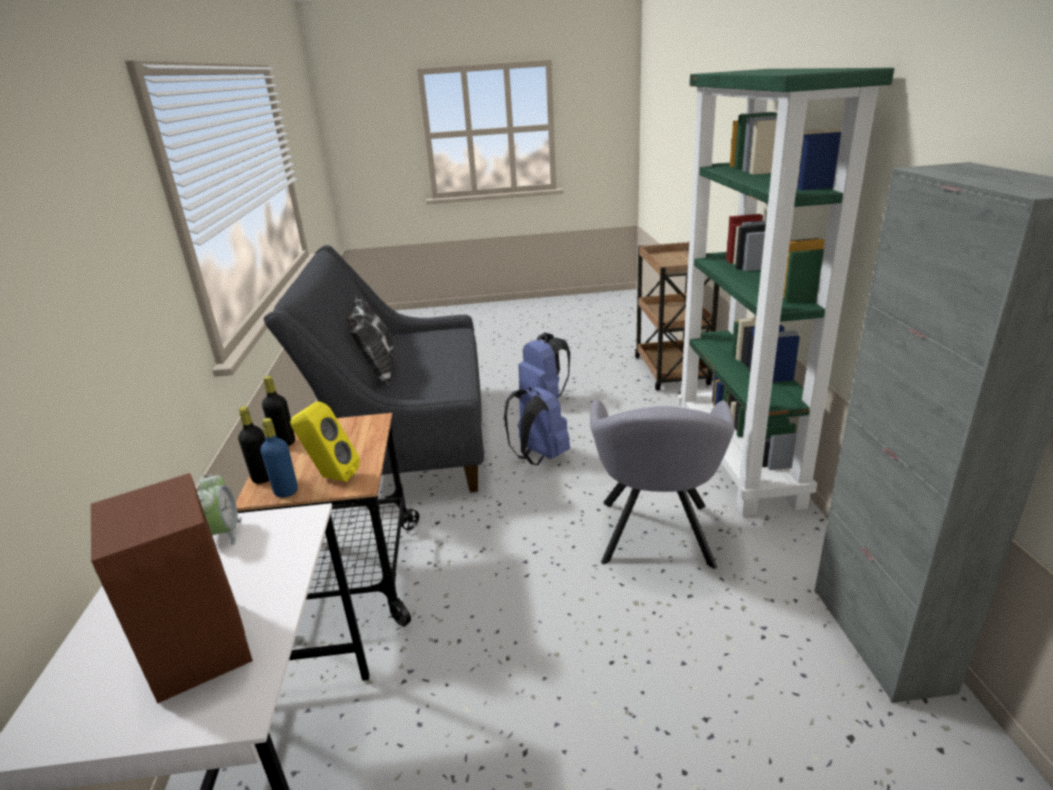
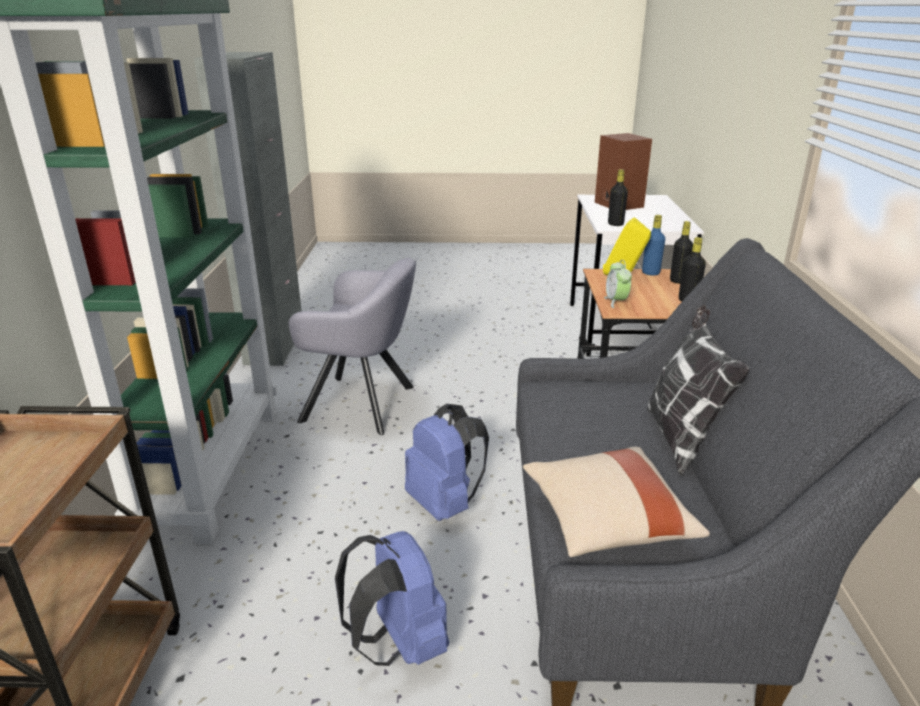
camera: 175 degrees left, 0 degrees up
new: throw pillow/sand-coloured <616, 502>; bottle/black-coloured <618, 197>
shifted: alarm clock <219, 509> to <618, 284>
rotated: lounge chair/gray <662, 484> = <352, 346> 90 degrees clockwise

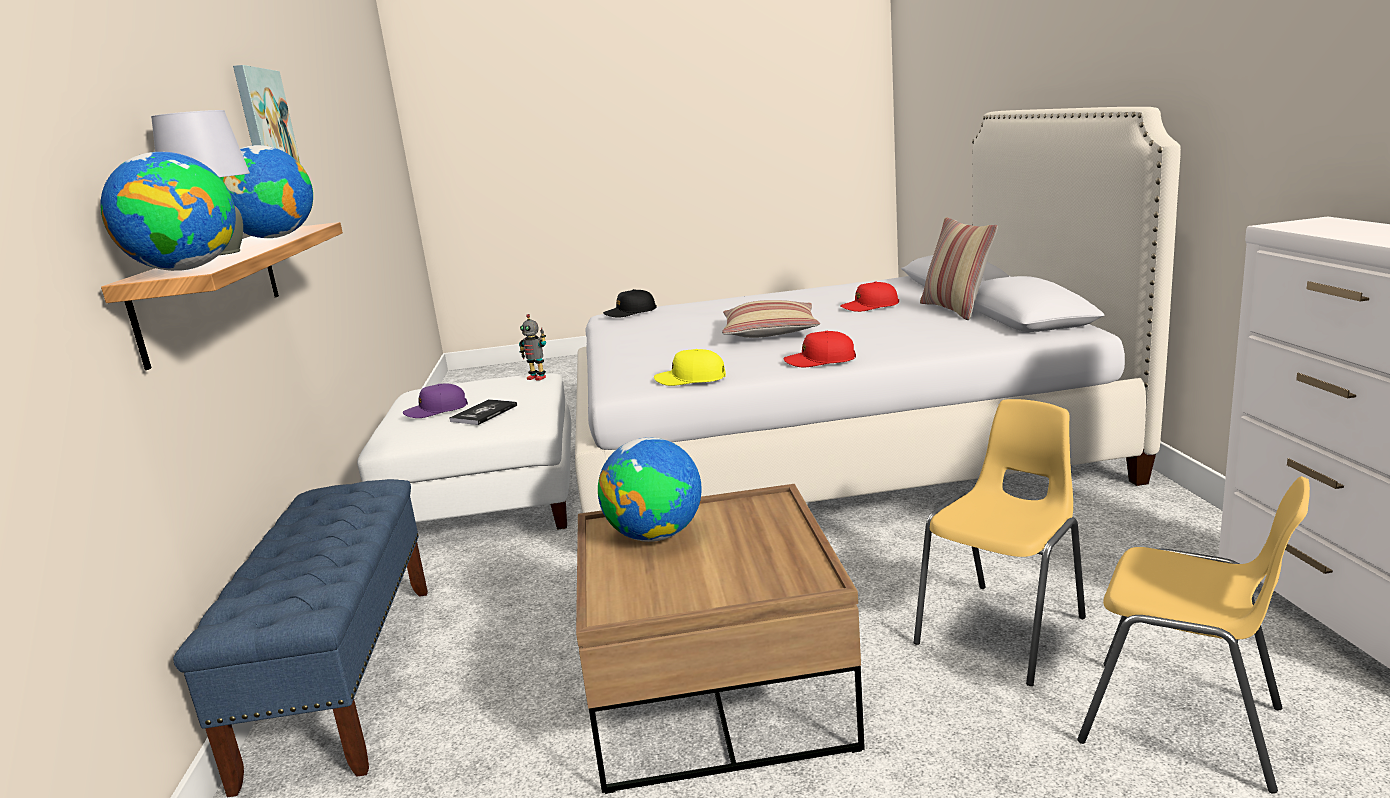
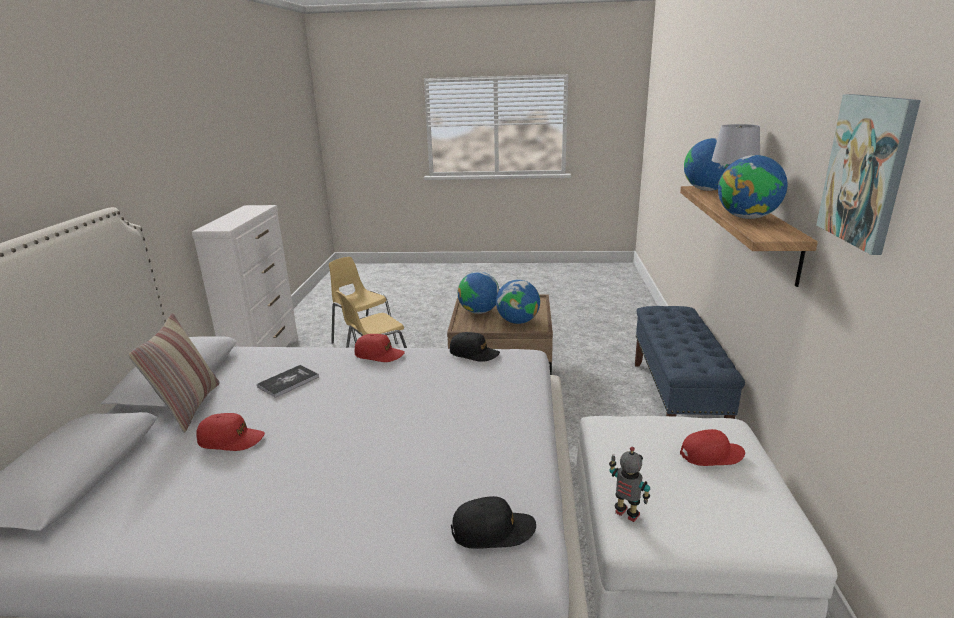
camera: 170 degrees left, 5 degrees up
gone: throw pillow <771, 319>
new: world globe <478, 293>
shifted: bound book <483, 412> to <288, 381>
repainted: peaked cap/yellow-coloured <690, 367> to peaked cap/black-coloured <475, 347>; peaked cap/purple <435, 400> to peaked cap/reddish <712, 447>

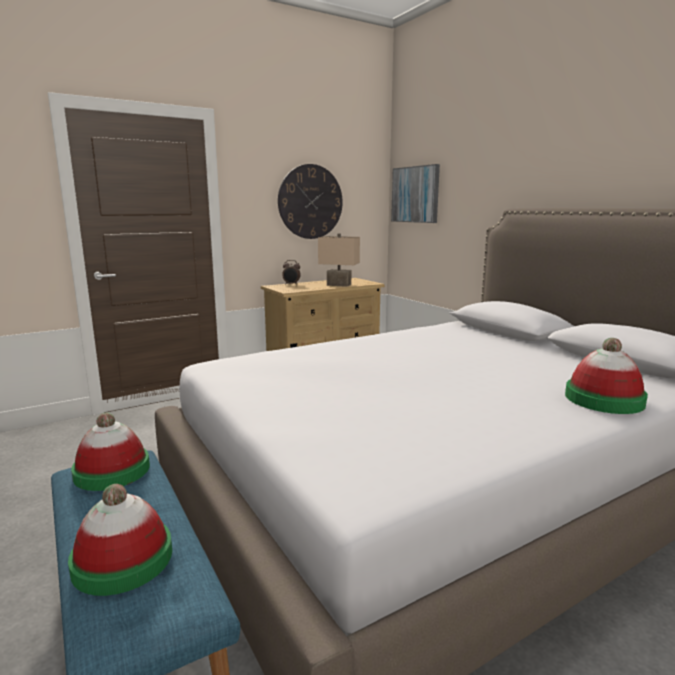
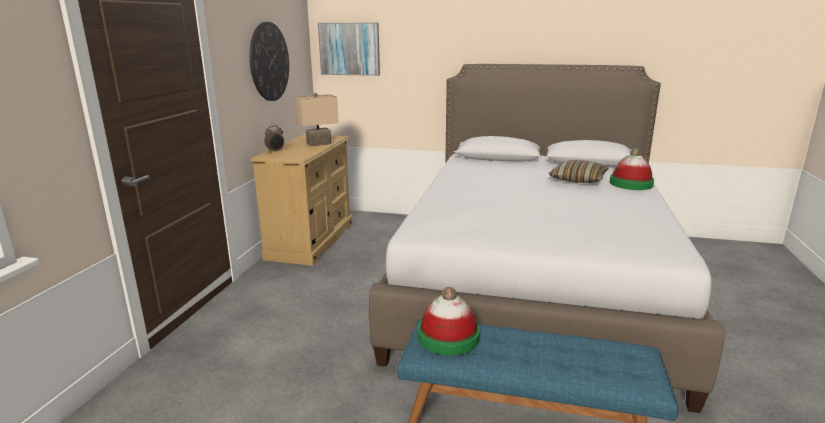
camera: 45 degrees left, 5 degrees up
gone: wearable hat <120, 540>
new: throw pillow <578, 171>

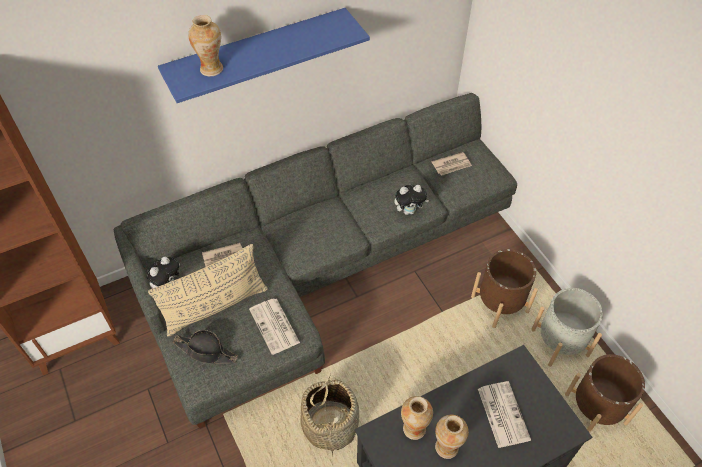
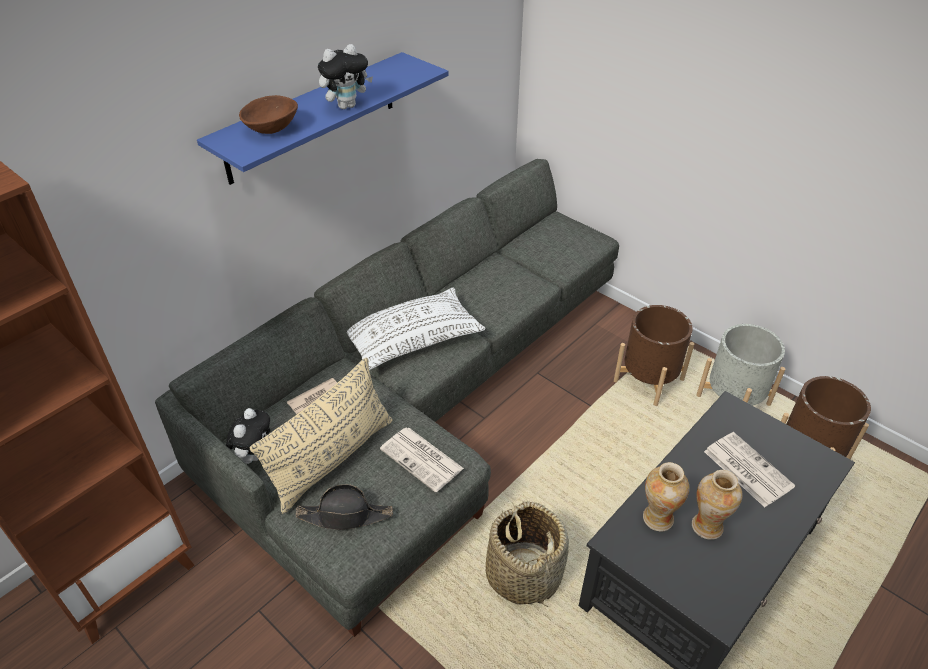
camera: 20 degrees left, 10 degrees down
gone: printed paper <452, 164>
new: throw pillow/whitish <416, 328>
shifted: cuddly toy <411, 200> to <345, 76>
swapped: vase <205, 45> to serving bowl/brown <268, 114>

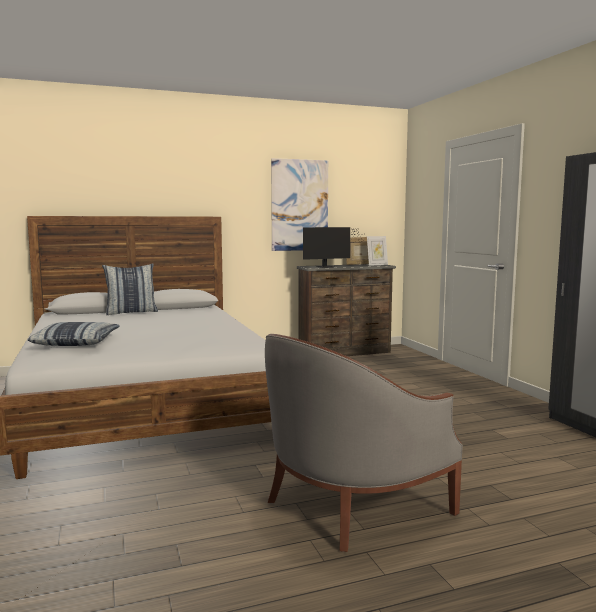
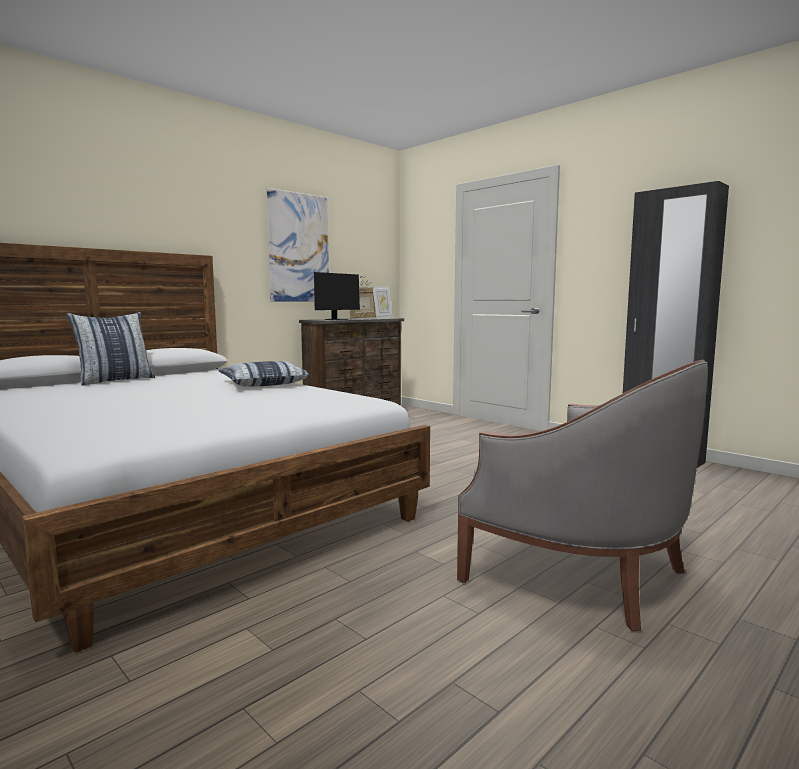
camera: 25 degrees left, 0 degrees up
shifted: throw pillow <74, 334> to <264, 374>
rotated: lounge chair/gray <364, 443> = <582, 496> 75 degrees counterclockwise

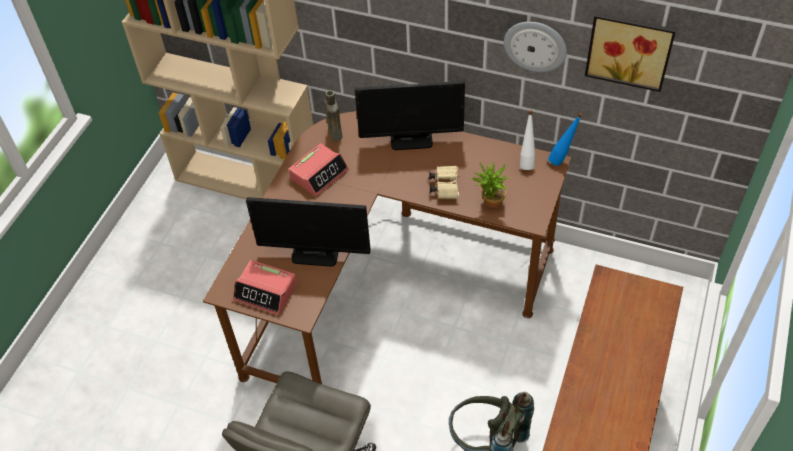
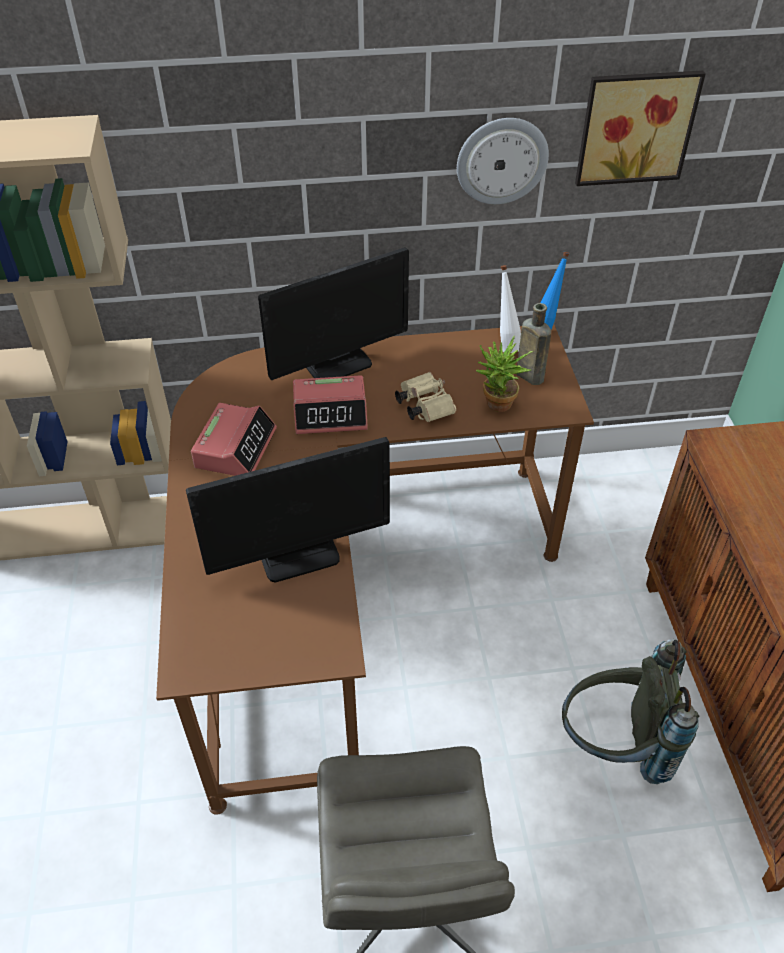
camera: 30 degrees left, 5 degrees down
shifted: alarm clock <265, 287> to <330, 404>; bottle/brown <333, 115> to <534, 344>

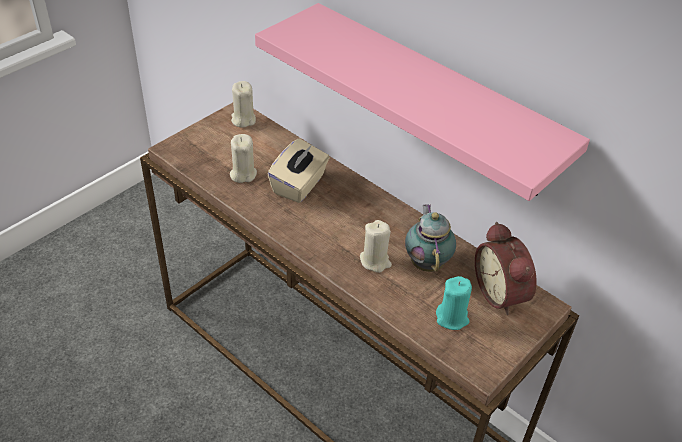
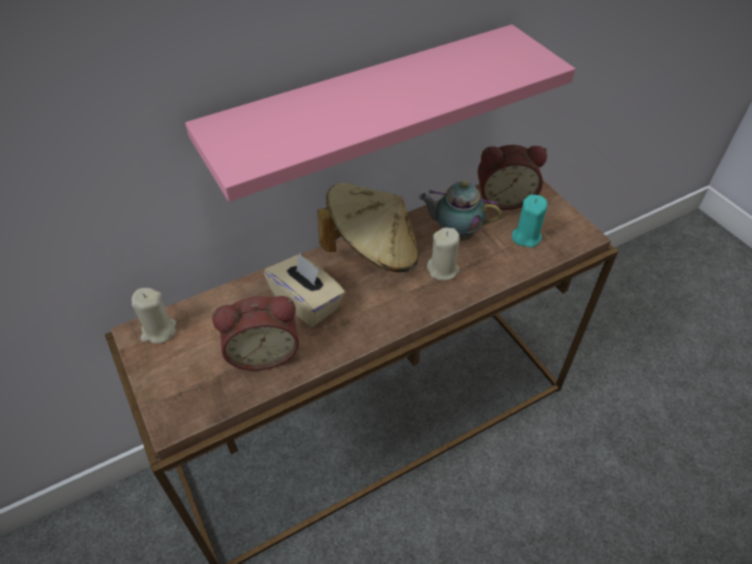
camera: 70 degrees left, 5 degrees up
new: wearable hat/sand-coloured <368, 227>
swapped: wax light/sand-coloured <243, 158> to alarm clock <255, 333>

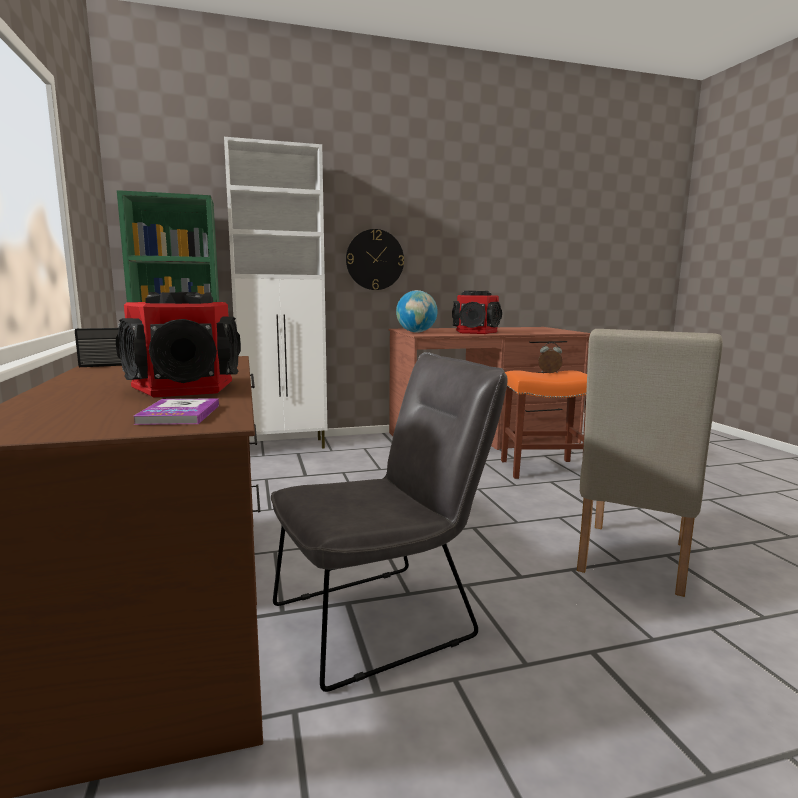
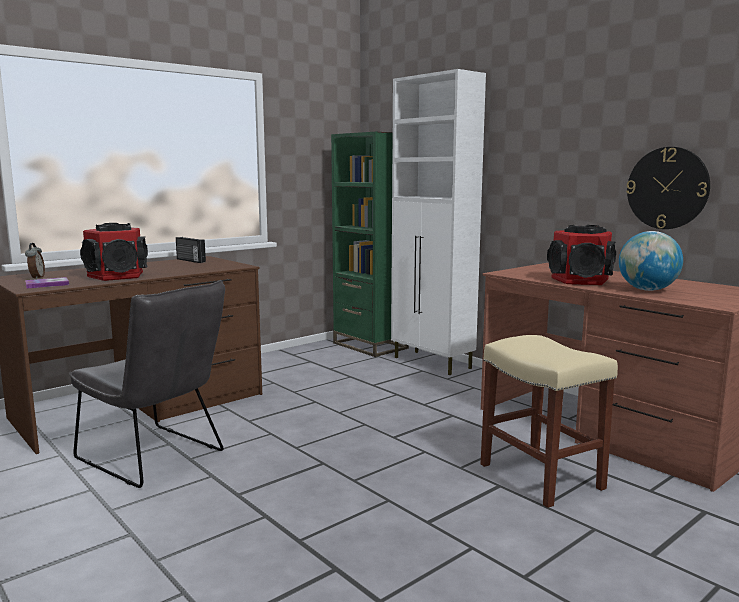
camera: 65 degrees right, 0 degrees up
gone: upright chair/sand-coloured <650, 463>
shifted: alarm clock <550, 357> to <35, 261>; world globe <417, 311> to <651, 261>; wall clock <375, 259> to <668, 188>
repainted: stool/orange <544, 424> to stool/sand-coloured <549, 421>

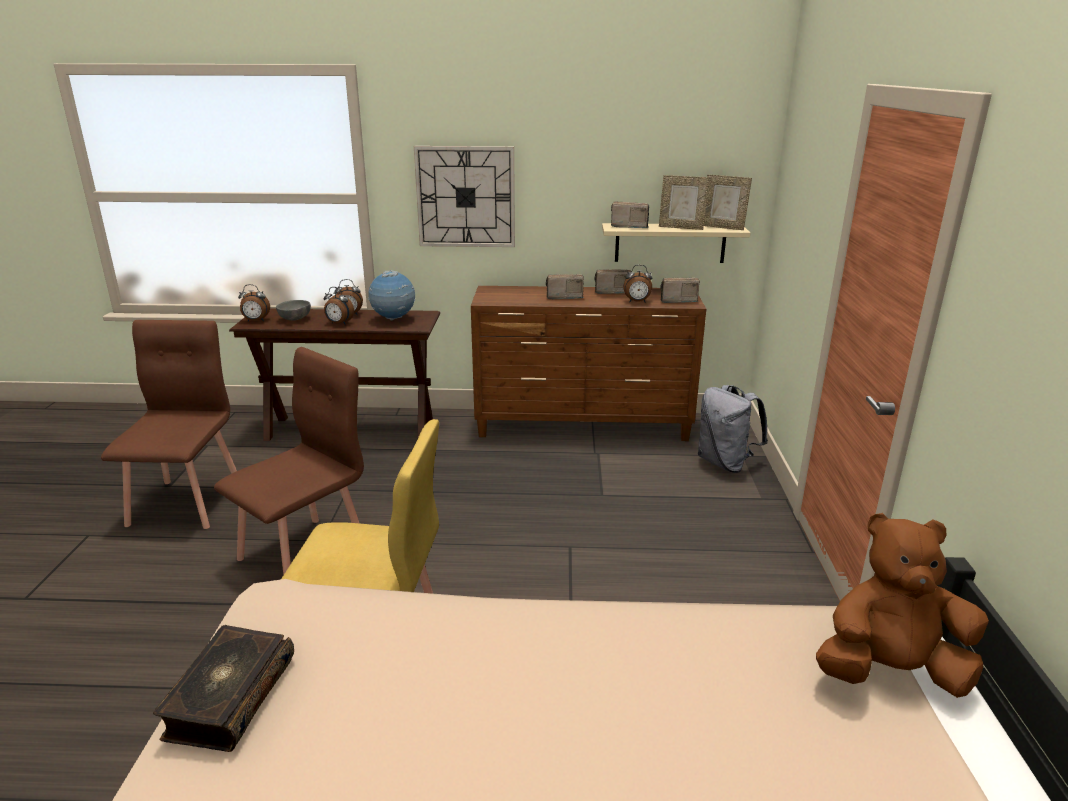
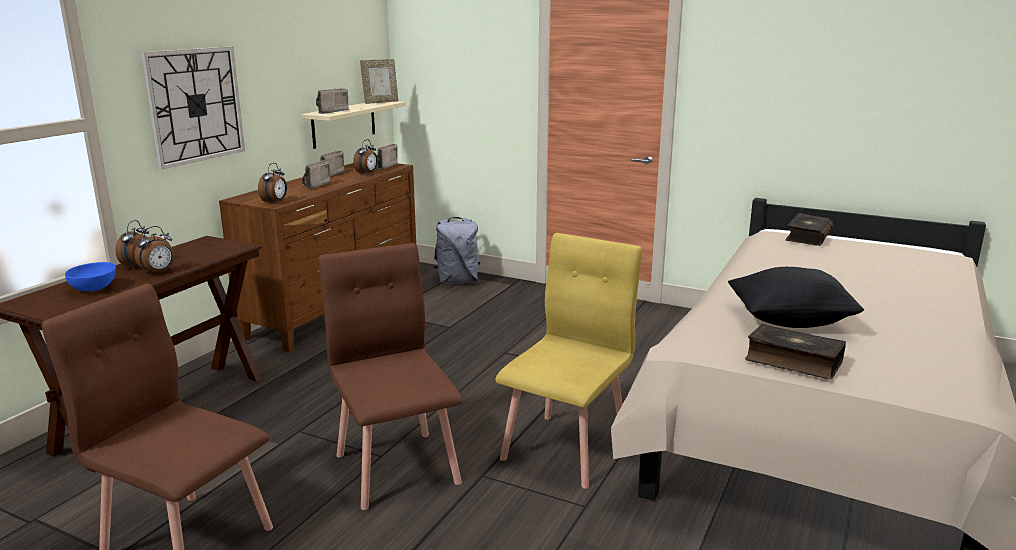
camera: 65 degrees left, 5 degrees down
gone: world globe <391, 295>; photo frame <684, 202>
new: throw pillow/black-coloured <796, 297>
shifted: alarm clock <254, 302> to <272, 184>
swapped: cuddly toy/brown <902, 605> to bound book <809, 229>
repainted: serving bowl/gray <293, 310> to serving bowl/blue-coloured <90, 276>

